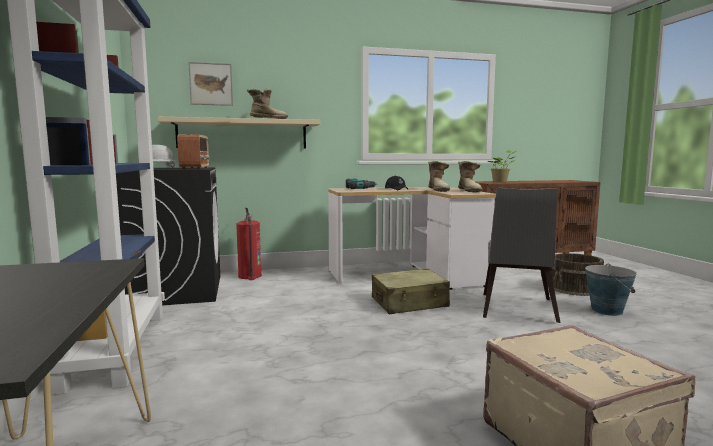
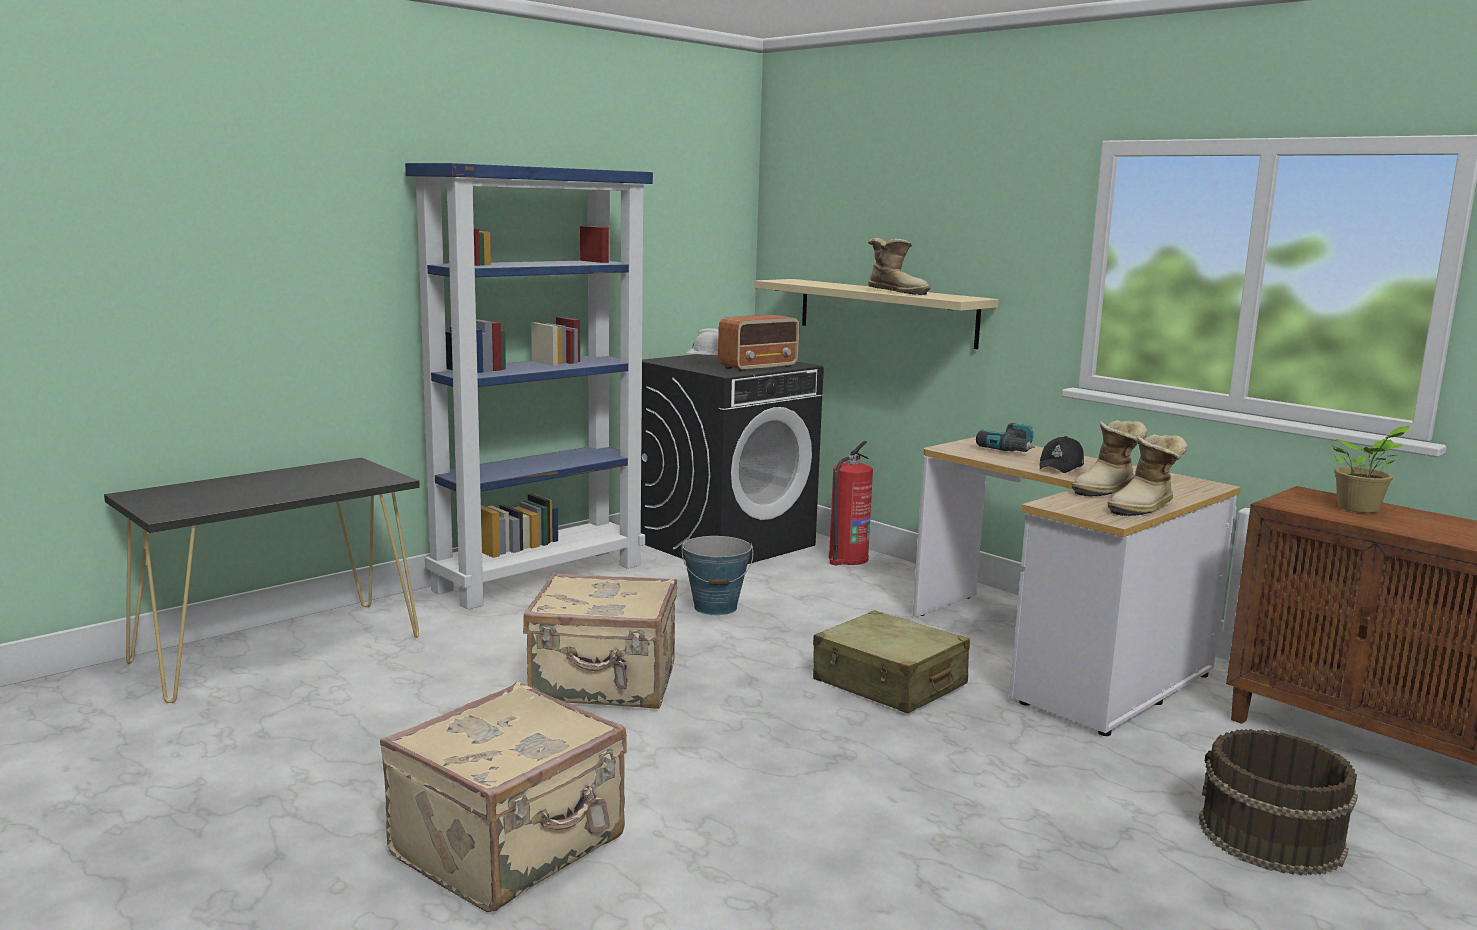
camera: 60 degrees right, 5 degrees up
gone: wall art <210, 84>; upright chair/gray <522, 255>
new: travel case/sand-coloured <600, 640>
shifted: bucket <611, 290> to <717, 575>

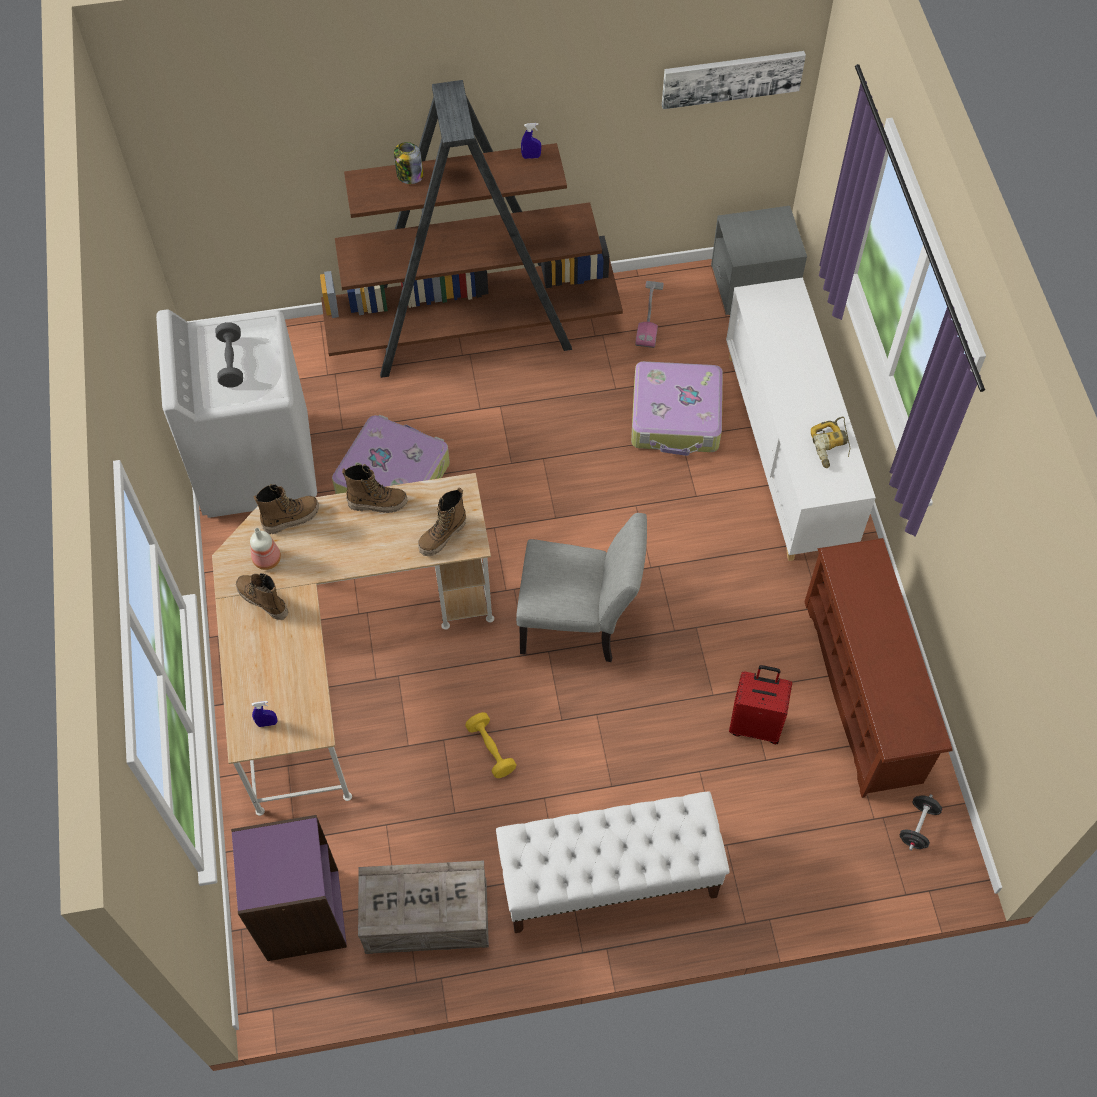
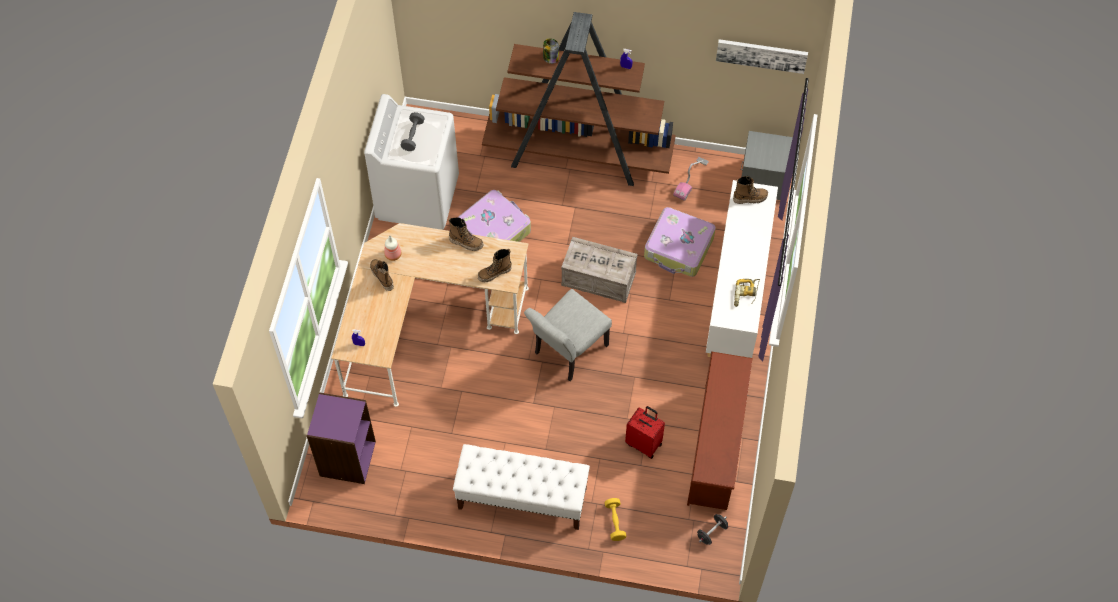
camera: 20 degrees right, 0 degrees up
shifted: shipping crate <423, 907> to <599, 270>; hand weight/yellow-coloured <490, 745> to <616, 519>; boot <286, 509> to <750, 190>
rotated: upright chair/gray <581, 587> = <568, 335> 105 degrees clockwise

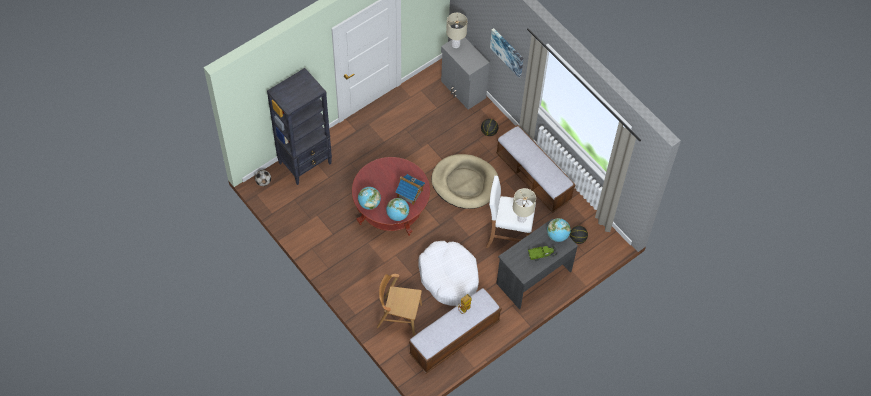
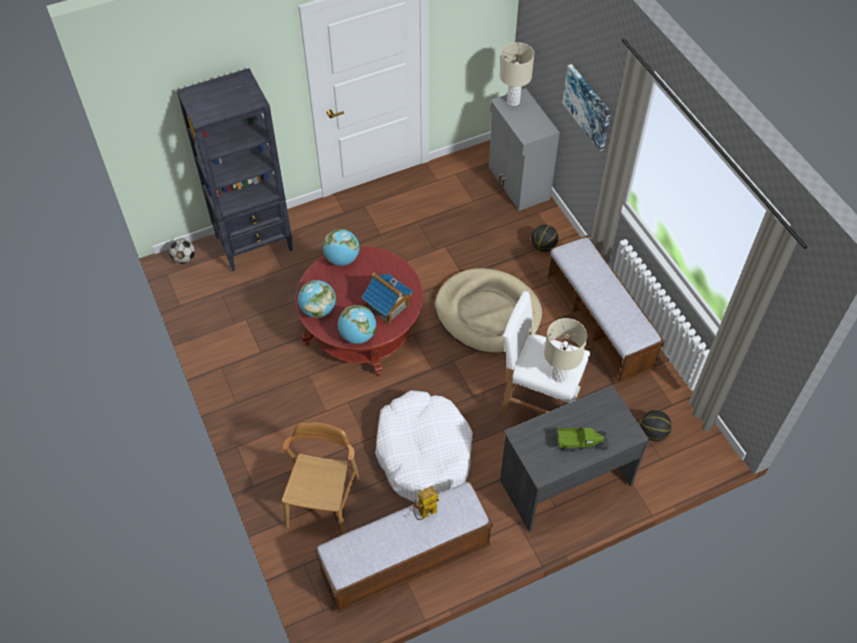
camera: 15 degrees right, 5 degrees down
shifted: world globe <559, 230> to <341, 247>
rotated: upright chair/brown <399, 305> = <320, 478> 75 degrees clockwise

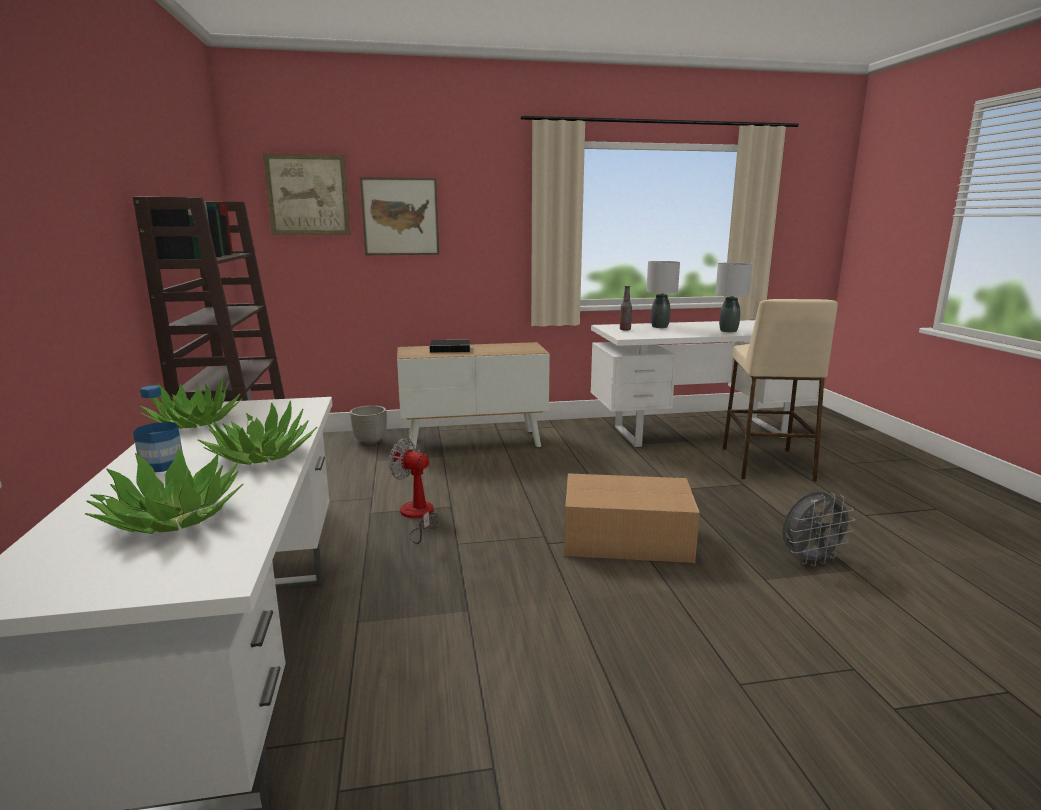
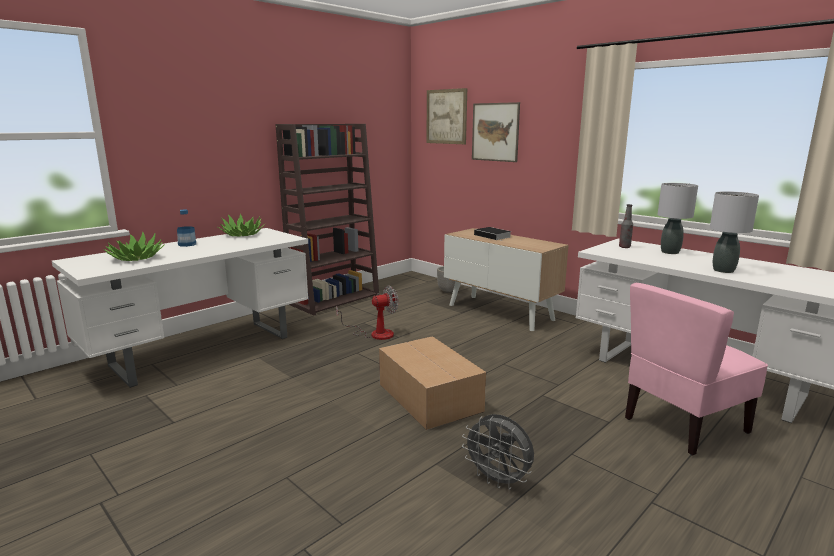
camera: 55 degrees right, 0 degrees up
gone: houseplant <257, 433>
swapped: stool/sand-coloured <780, 390> to upright chair/pink <696, 369>
rotated: fan <413, 491> = <367, 313> 75 degrees clockwise

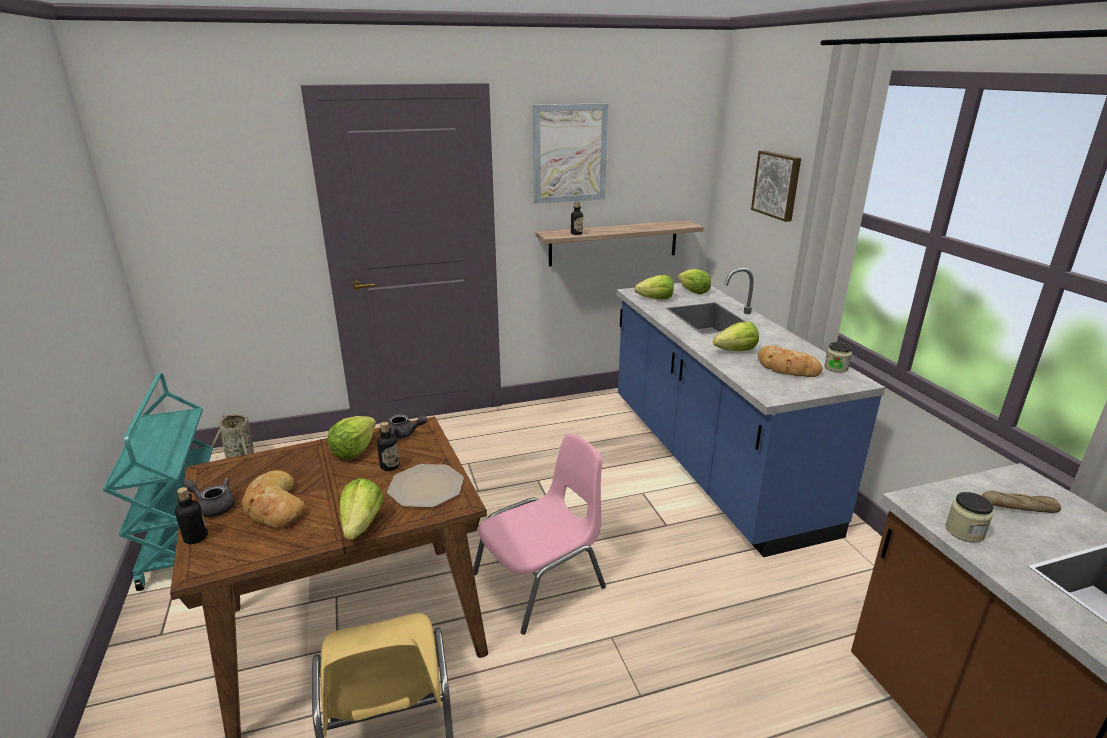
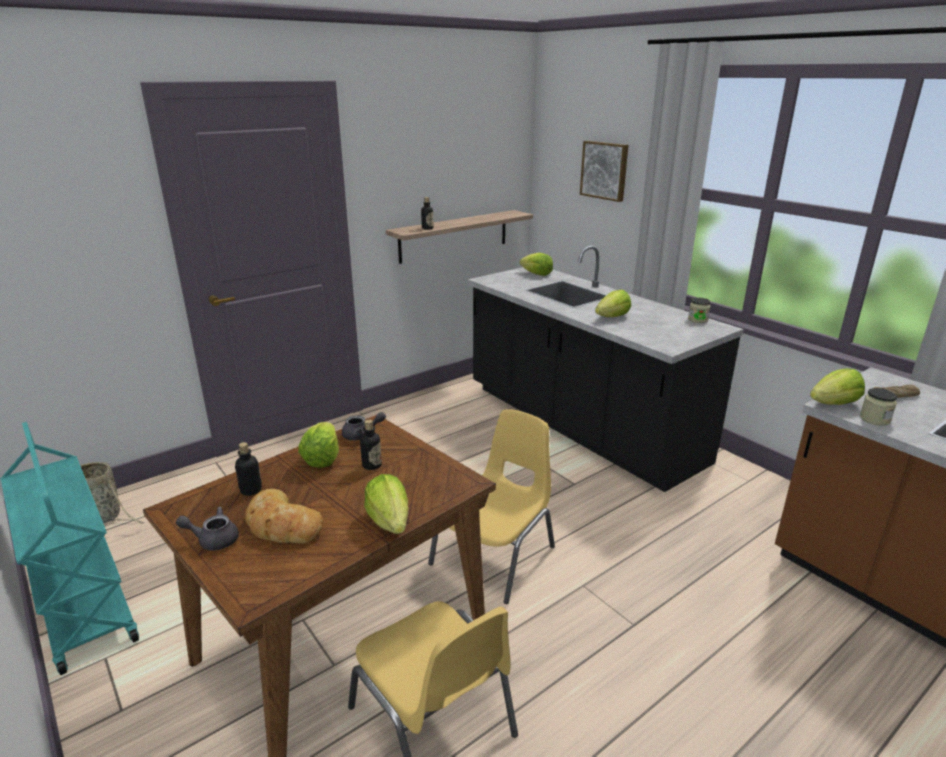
camera: 20 degrees left, 0 degrees up
gone: dinner plate <425, 486>; wall art <570, 153>; bakery bread <790, 361>
shifted: bottle <191, 515> to <248, 469>; head of lettuce <654, 287> to <837, 387>
repainted: upright chair/pink <539, 534> to upright chair/yellow-coloured <491, 506>; kitchen base unit/blue-coloured <751, 412> to kitchen base unit/black-coloured <606, 369>

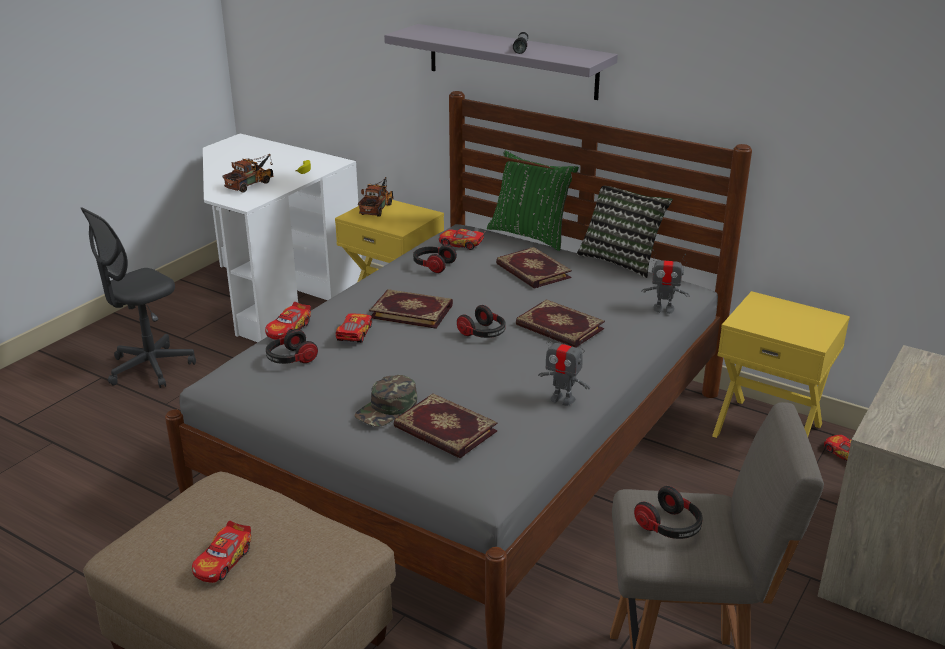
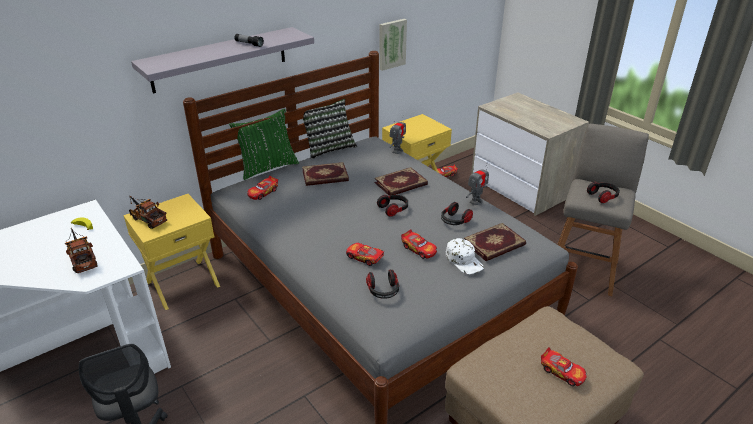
camera: 70 degrees left, 5 degrees up
gone: bound book <411, 309>
new: wall art <393, 45>
shifted: model car <288, 321> to <419, 244>; headset <435, 259> to <457, 213>
repainted: peaked cap/green-coloured <385, 401> to peaked cap/whitish <465, 256>

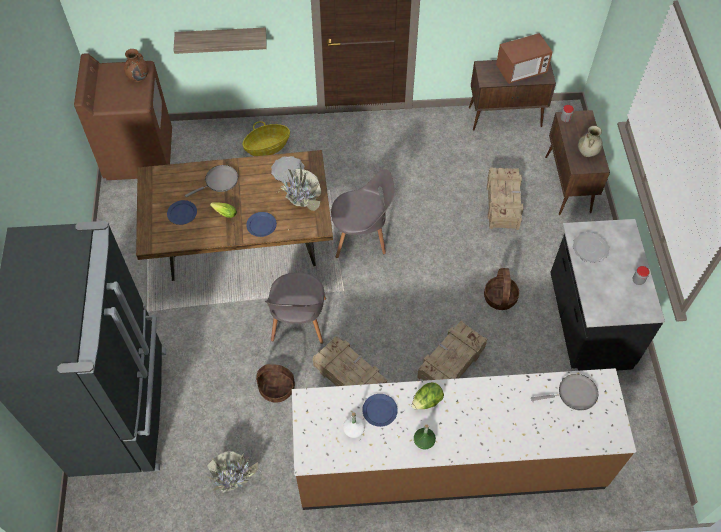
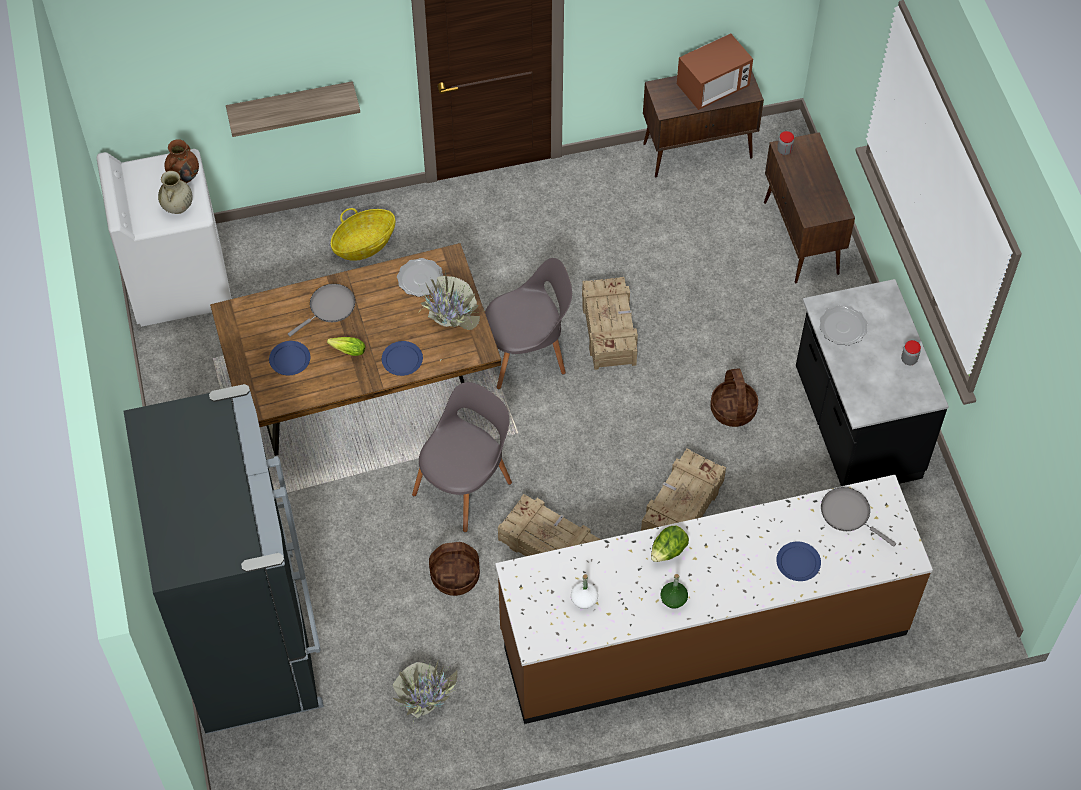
camera: 10 degrees left, 0 degrees up
shifted: vase/sand-coloured <590, 141> to <175, 192>; shipping crate <505, 198> to <610, 323>; dinner plate/blue-coloured <380, 410> to <798, 561>
repainted: washing machine/brown <123, 116> to washing machine/whitish <164, 238>
rotated: upright chair/gray <295, 308> = <462, 457> 135 degrees counterclockwise; frying pan/gray <564, 392> = <858, 517> 120 degrees counterclockwise

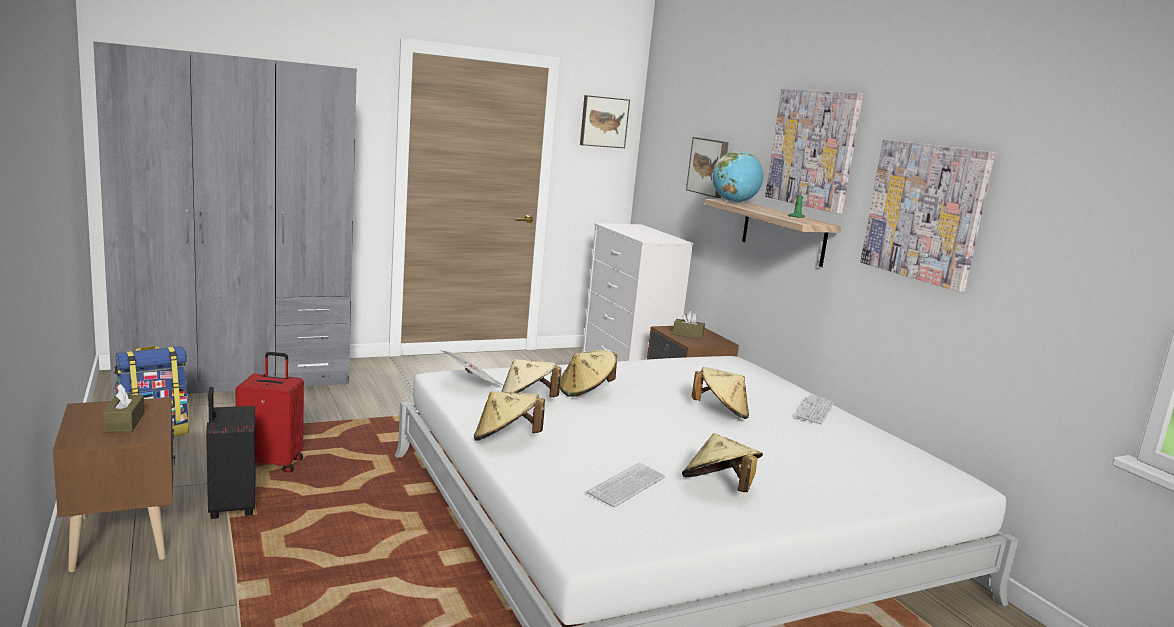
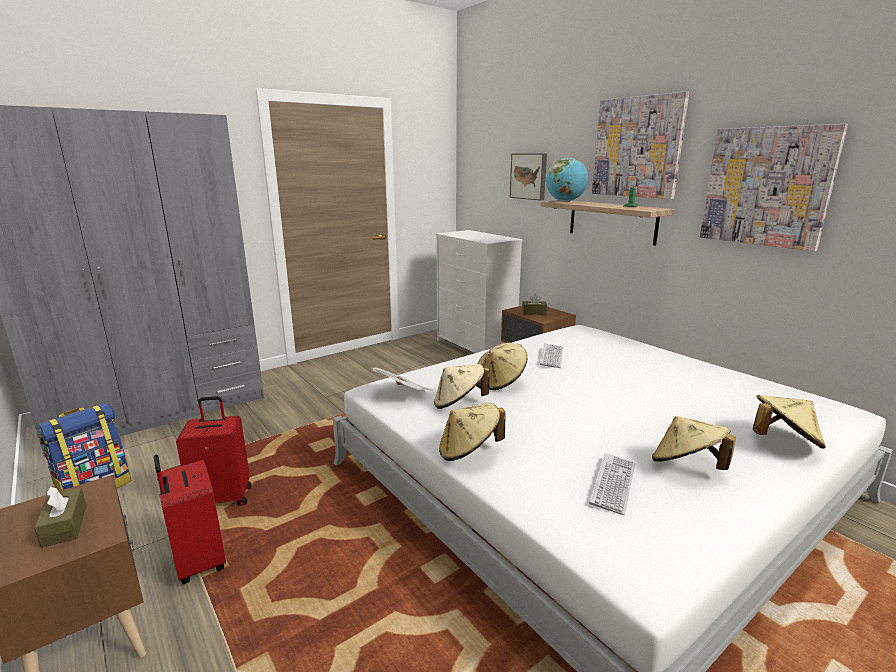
camera: 10 degrees left, 5 degrees up
gone: wall art <605, 121>
shifted: computer keyboard <815, 409> to <551, 355>; wearable hat/sand-coloured <720, 393> to <789, 422>
repainted: travel case/black-coloured <230, 453> to travel case/reddish <190, 519>

